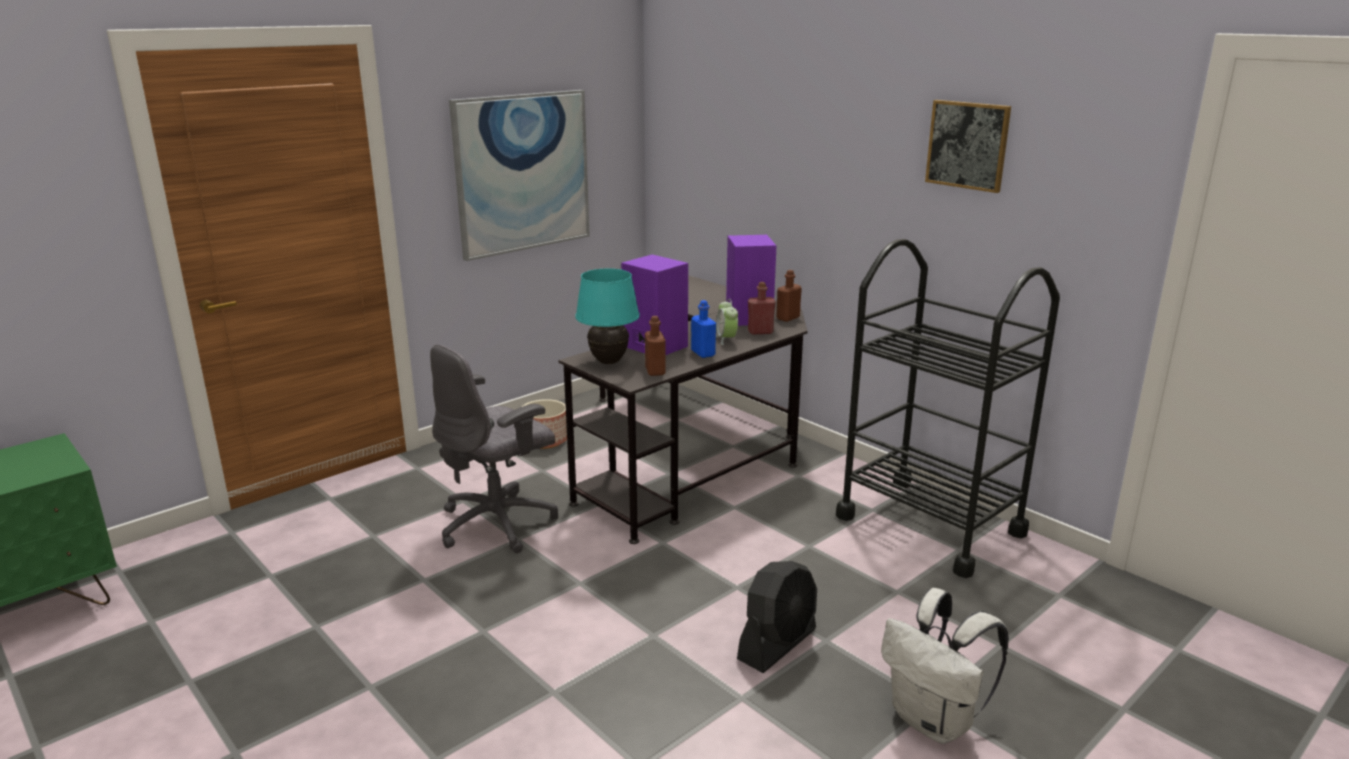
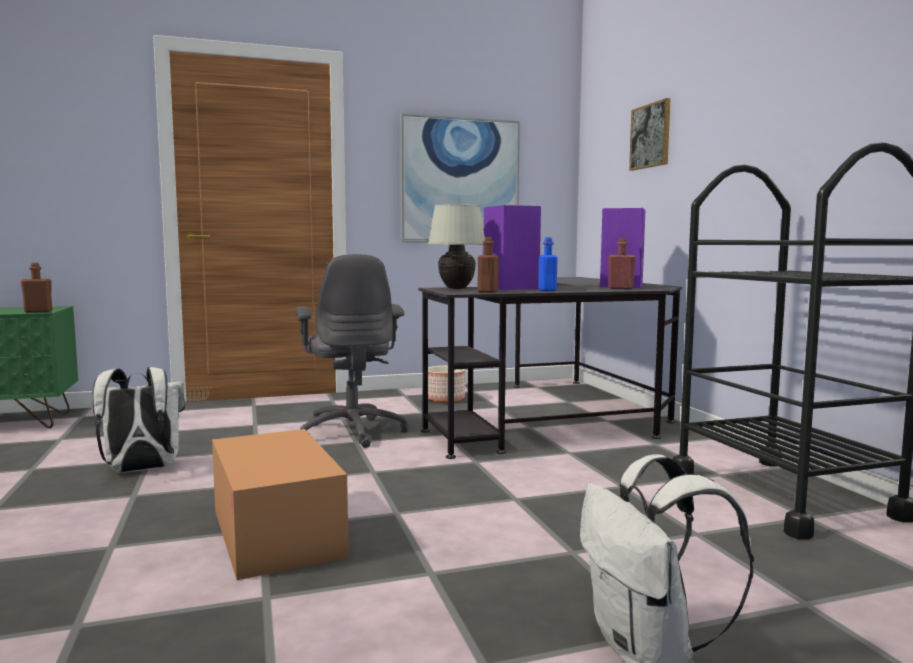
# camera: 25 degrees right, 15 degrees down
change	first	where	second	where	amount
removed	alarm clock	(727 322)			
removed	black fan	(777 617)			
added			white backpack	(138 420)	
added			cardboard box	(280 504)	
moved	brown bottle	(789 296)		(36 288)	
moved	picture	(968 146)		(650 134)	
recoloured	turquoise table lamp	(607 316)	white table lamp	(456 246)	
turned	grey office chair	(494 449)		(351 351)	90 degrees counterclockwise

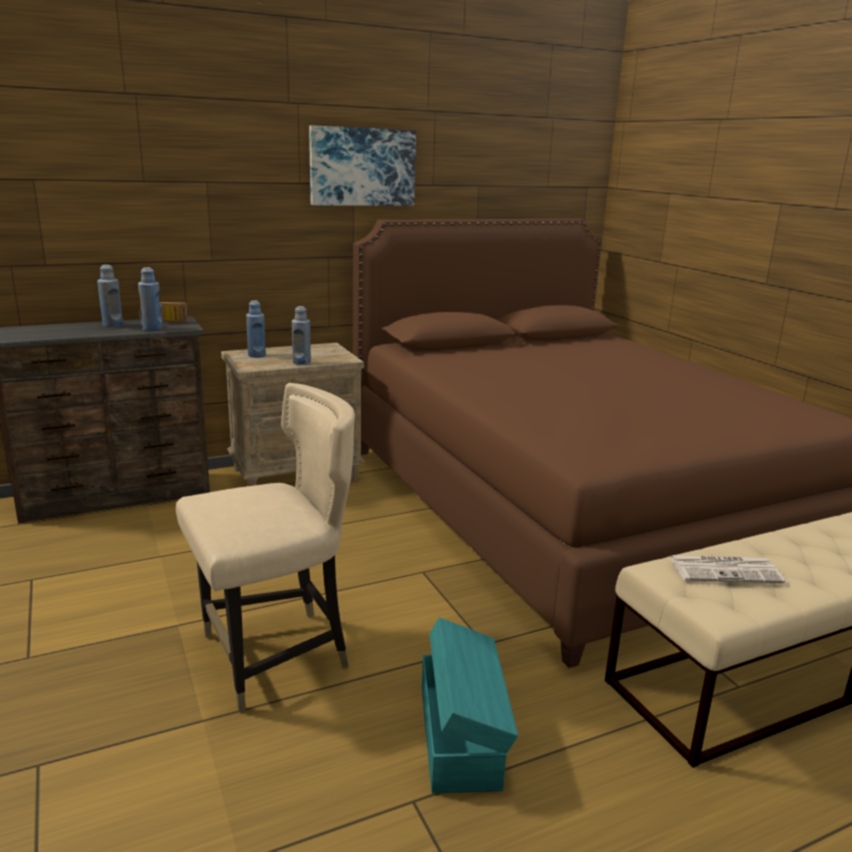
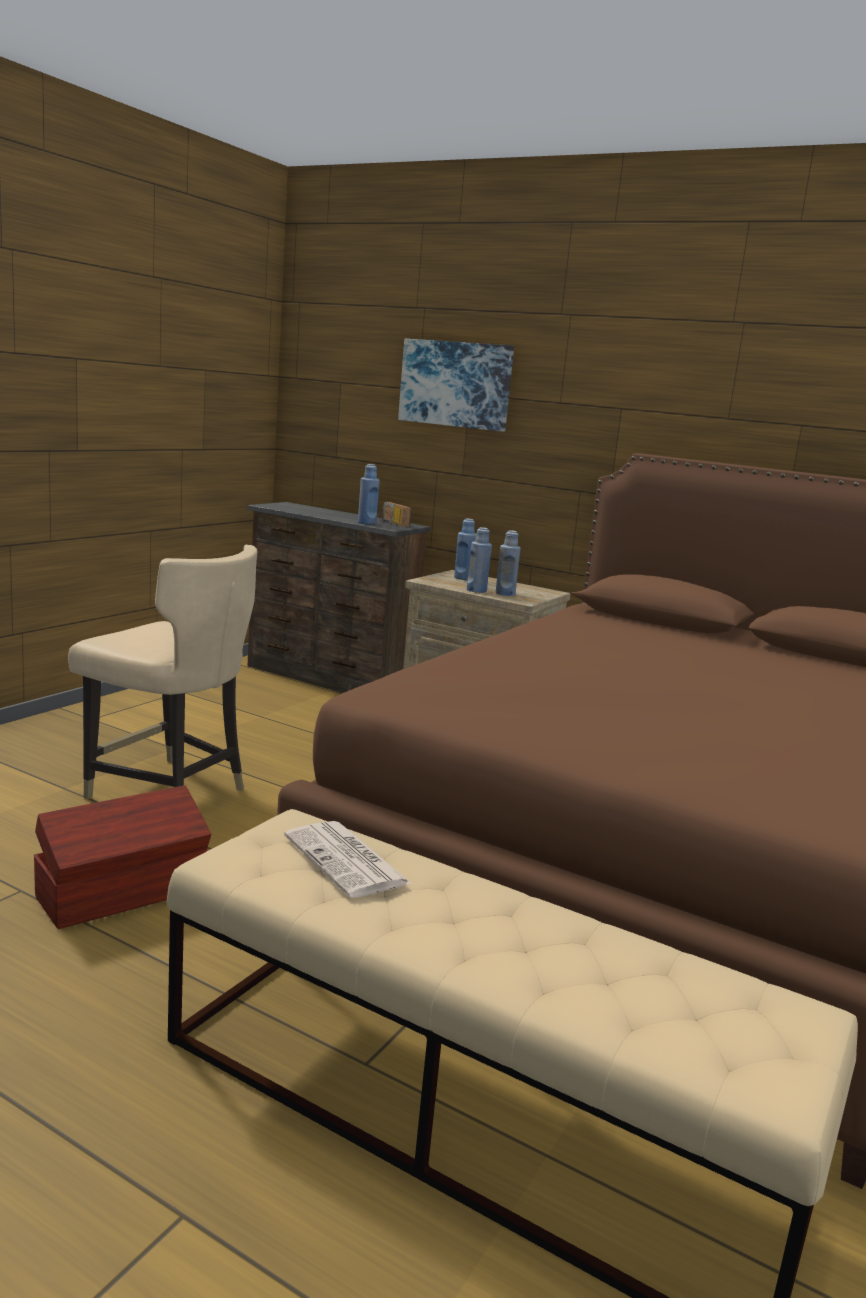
# camera: 55 degrees right, 5 degrees down
change	first	where	second	where	amount
moved	blue bottle	(110 296)		(508 563)	
moved	picture	(362 165)		(456 385)	
recoloured	turquoise storage box	(470 705)	brown storage box	(122 857)	

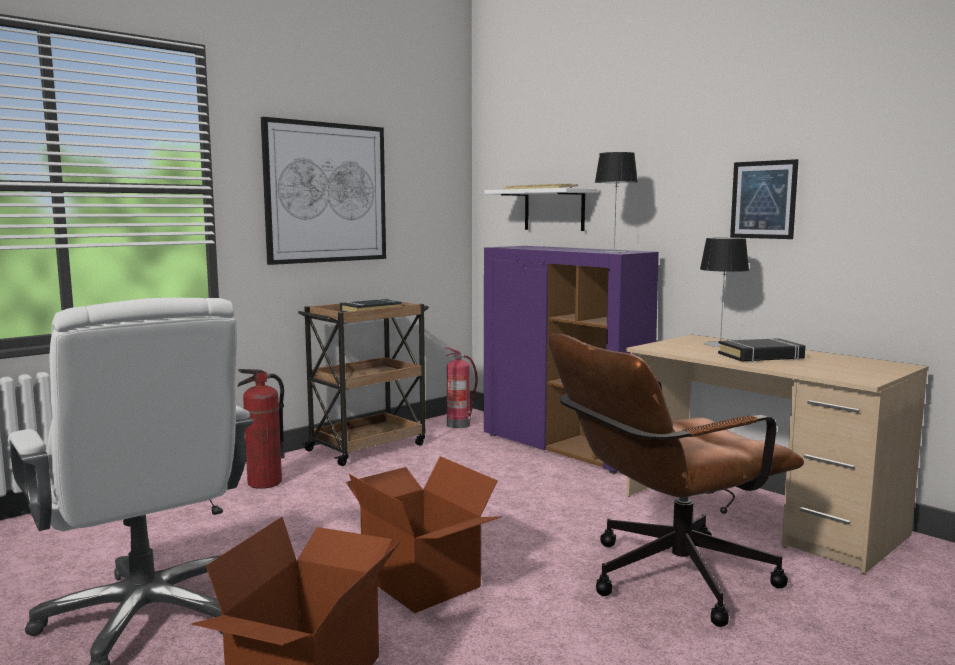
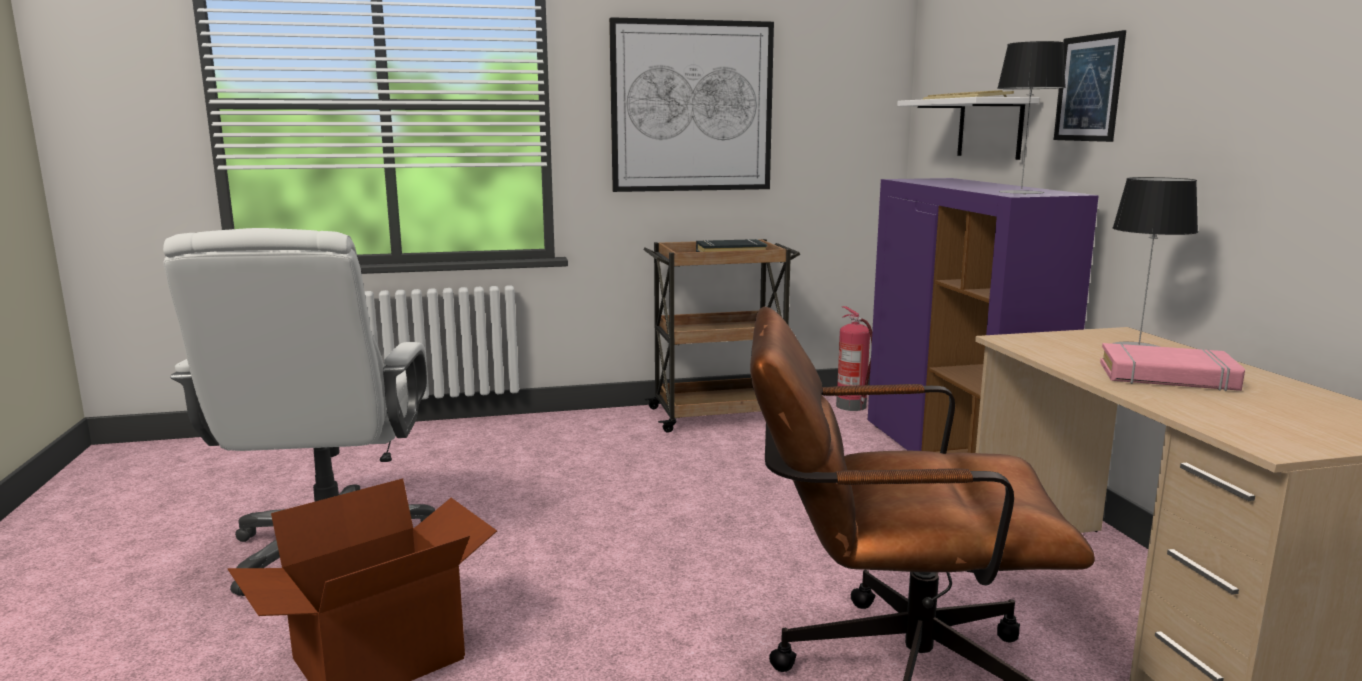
# camera: 30 degrees right, 5 degrees up
change	first	where	second	where	amount
removed	fire extinguisher	(261 429)			
removed	cardboard box	(424 534)			
moved	picture	(764 199)		(1090 86)	
recoloured	black book	(761 350)	pink book	(1172 367)	

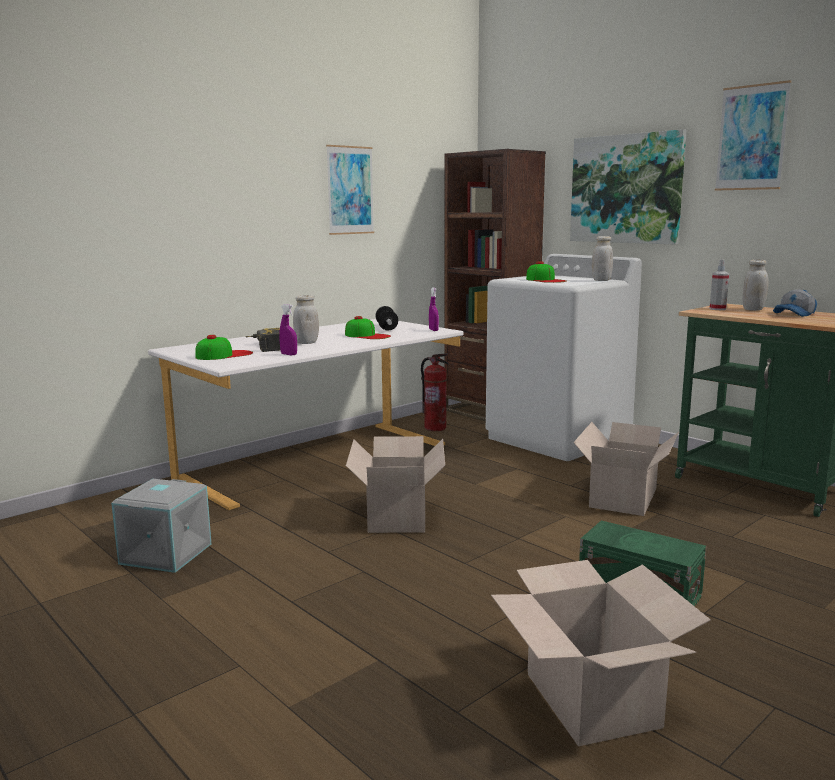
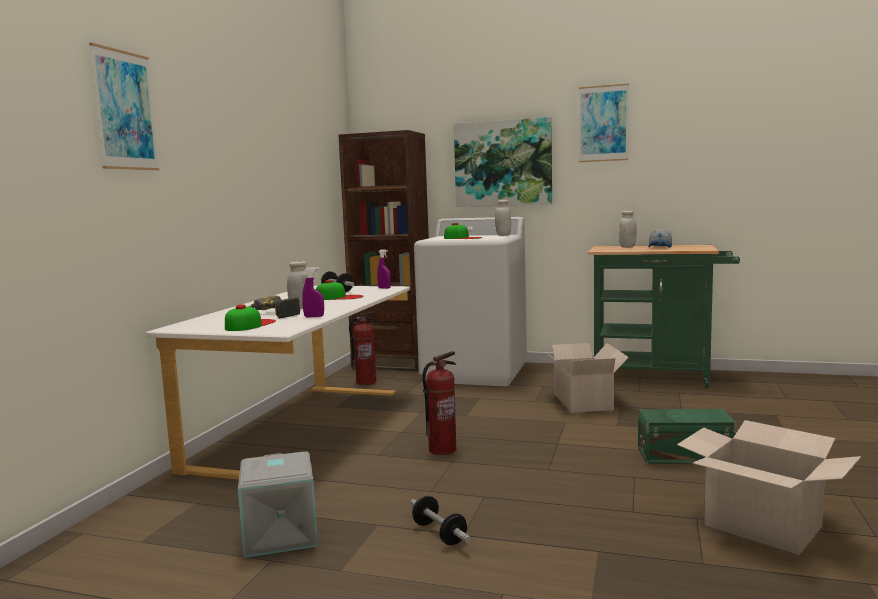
# camera: 30 degrees left, 5 degrees down
change	first	where	second	where	amount
removed	spray bottle	(719 284)			
added			dumbbell	(440 520)	
moved	picture	(350 190)		(124 106)	
replaced	cardboard box	(395 484)	fire extinguisher	(439 403)	

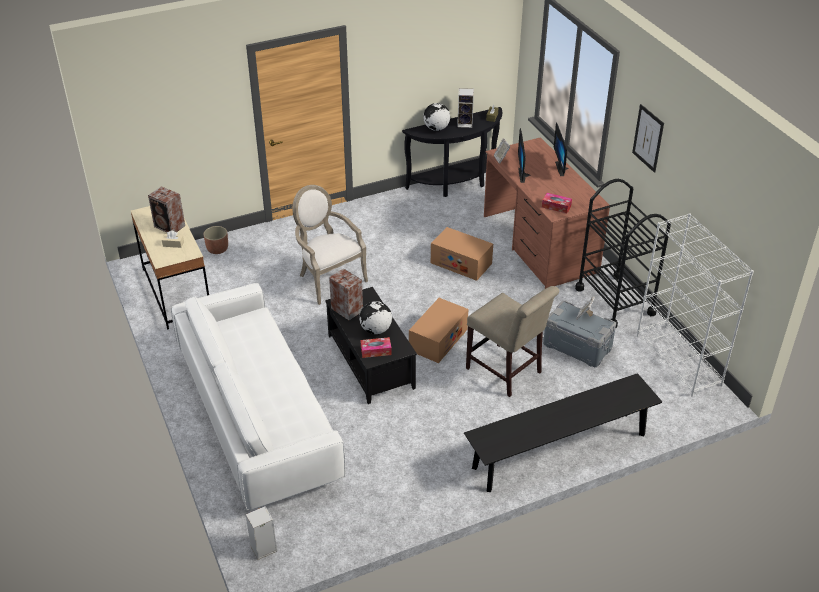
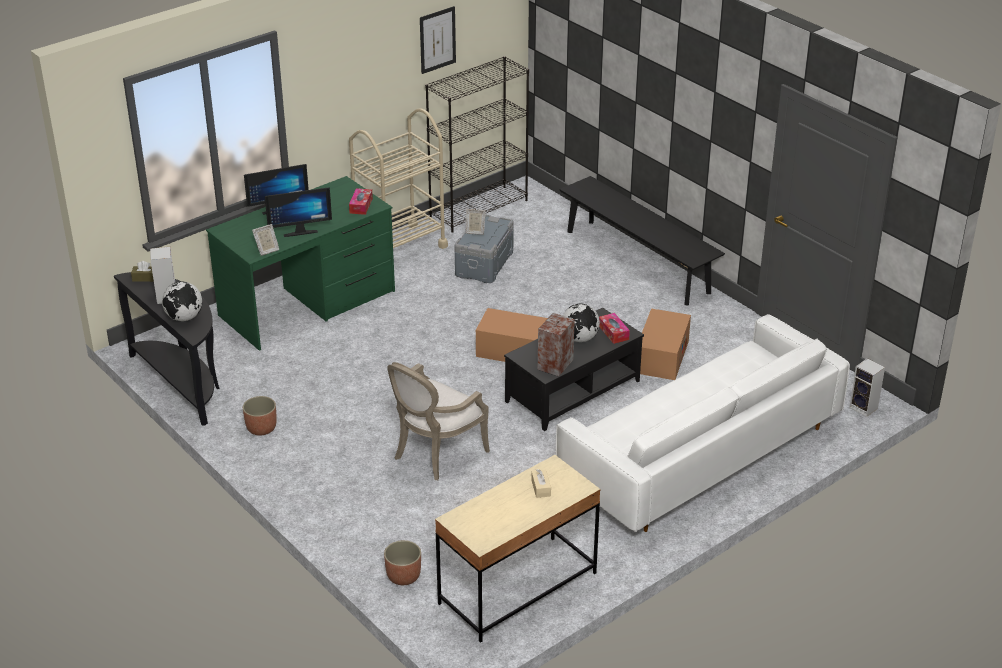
# camera: 105 degrees left, 5 degrees down
change	first	where	second	where	amount
removed	speaker	(166 209)			
removed	beige chair	(512 341)			
added			planter	(260 415)	
moved	cardboard box	(462 254)		(665 344)	
moved	picture	(648 138)		(438 40)	
recoloured	brown desk	(547 213)	green desk	(300 263)	
recoloured	black cart	(623 254)	beige cart	(398 178)	
recoloured	white bookcase	(695 305)	black bookcase	(477 144)	

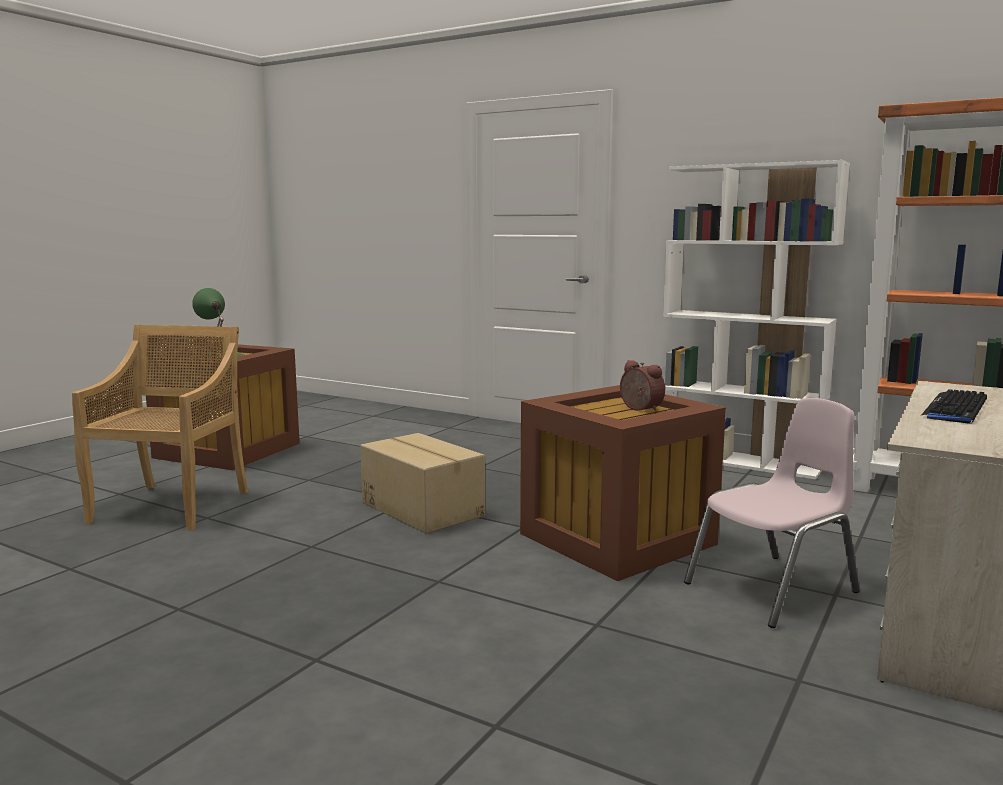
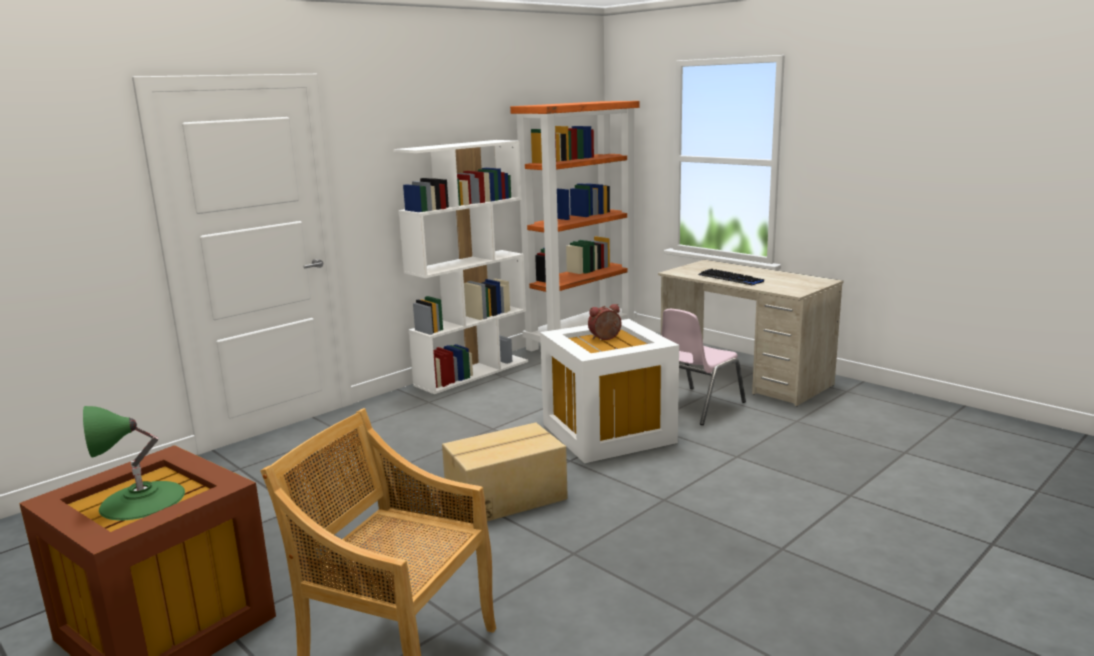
# camera: 75 degrees left, 5 degrees up
change	first	where	second	where	amount
recoloured	brown storage box	(623 483)	white storage box	(609 391)	
turned	pink chair	(772 513)		(703 367)	120 degrees counterclockwise

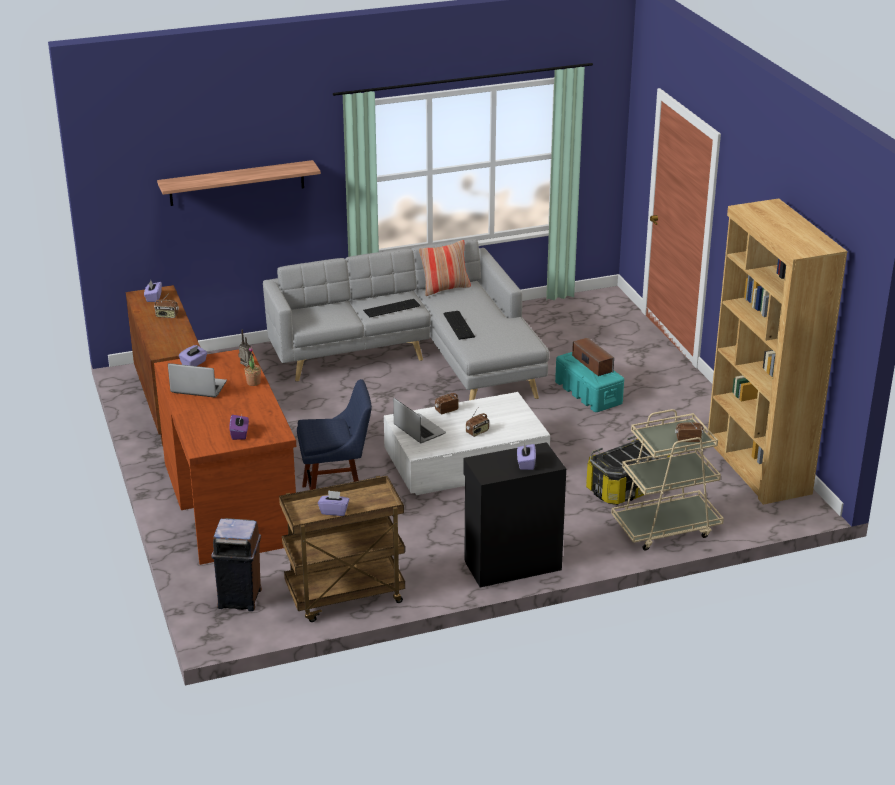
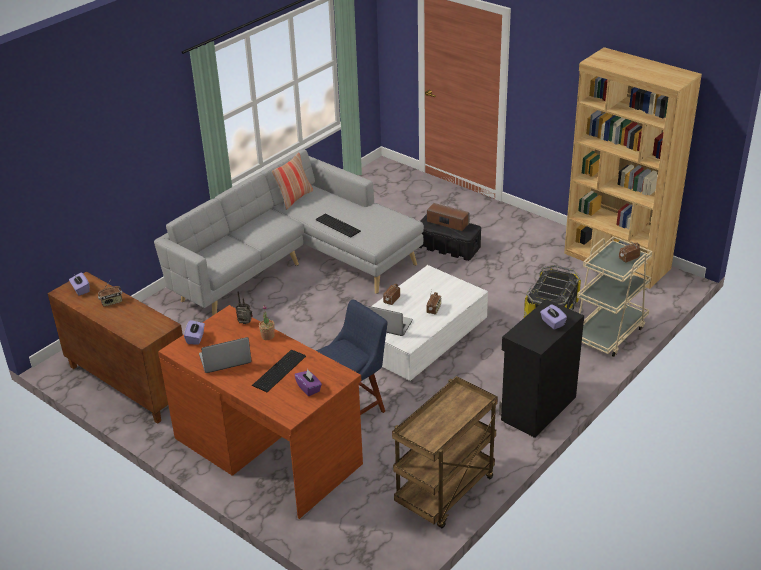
# camera: 30 degrees left, 5 degrees up
change	first	where	second	where	amount
removed	shelf	(239 183)			
removed	brown trash can	(236 564)			
removed	purple tissue box	(334 503)			
moved	keyboard	(391 308)		(279 371)	
recoloured	turquoise storage box	(589 382)	black storage box	(450 237)	

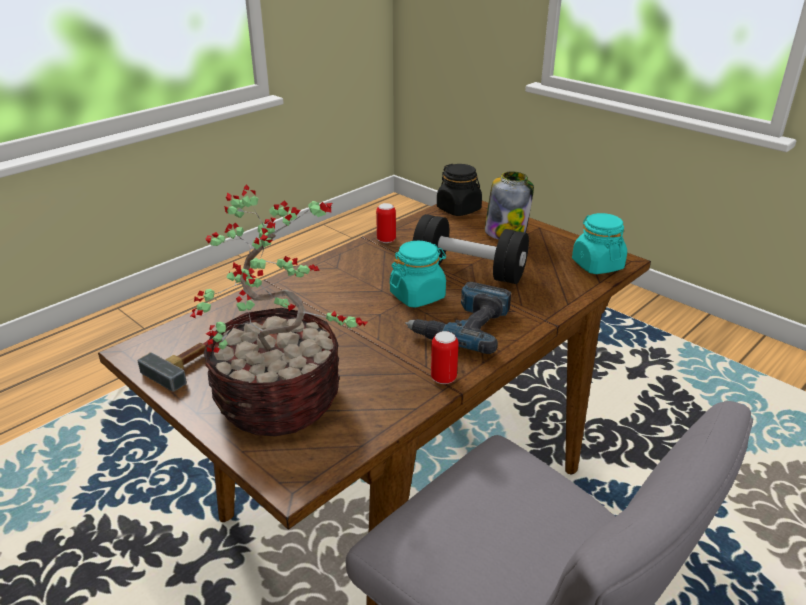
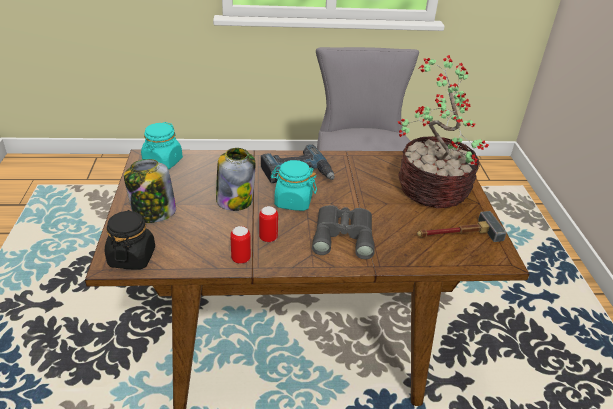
# camera: 140 degrees left, 5 degrees up
change	first	where	second	where	amount
added			grey binoculars	(343 232)	
moved	can	(445 357)		(268 224)	
replaced	black dumbbell	(471 249)	jar	(235 179)	

